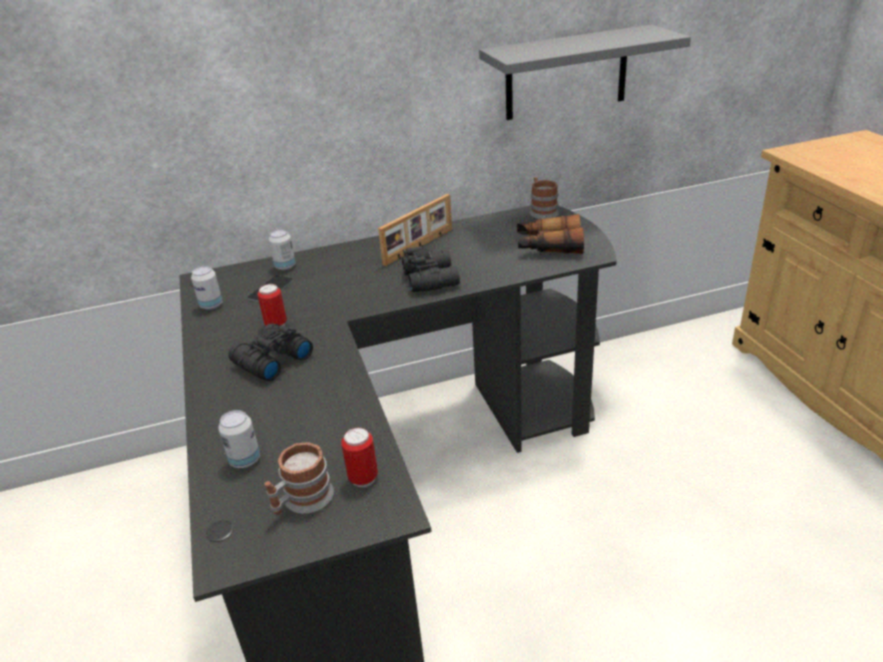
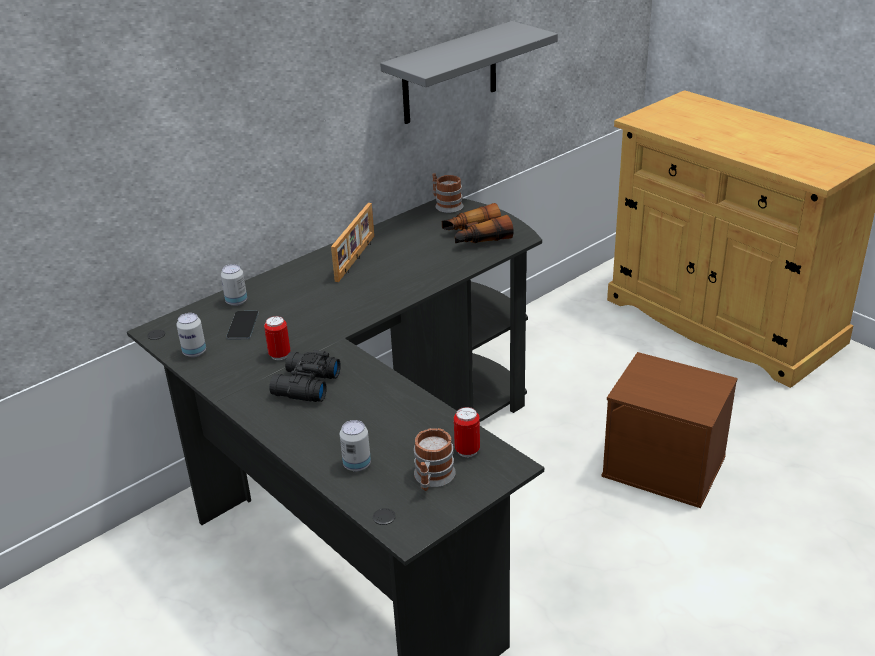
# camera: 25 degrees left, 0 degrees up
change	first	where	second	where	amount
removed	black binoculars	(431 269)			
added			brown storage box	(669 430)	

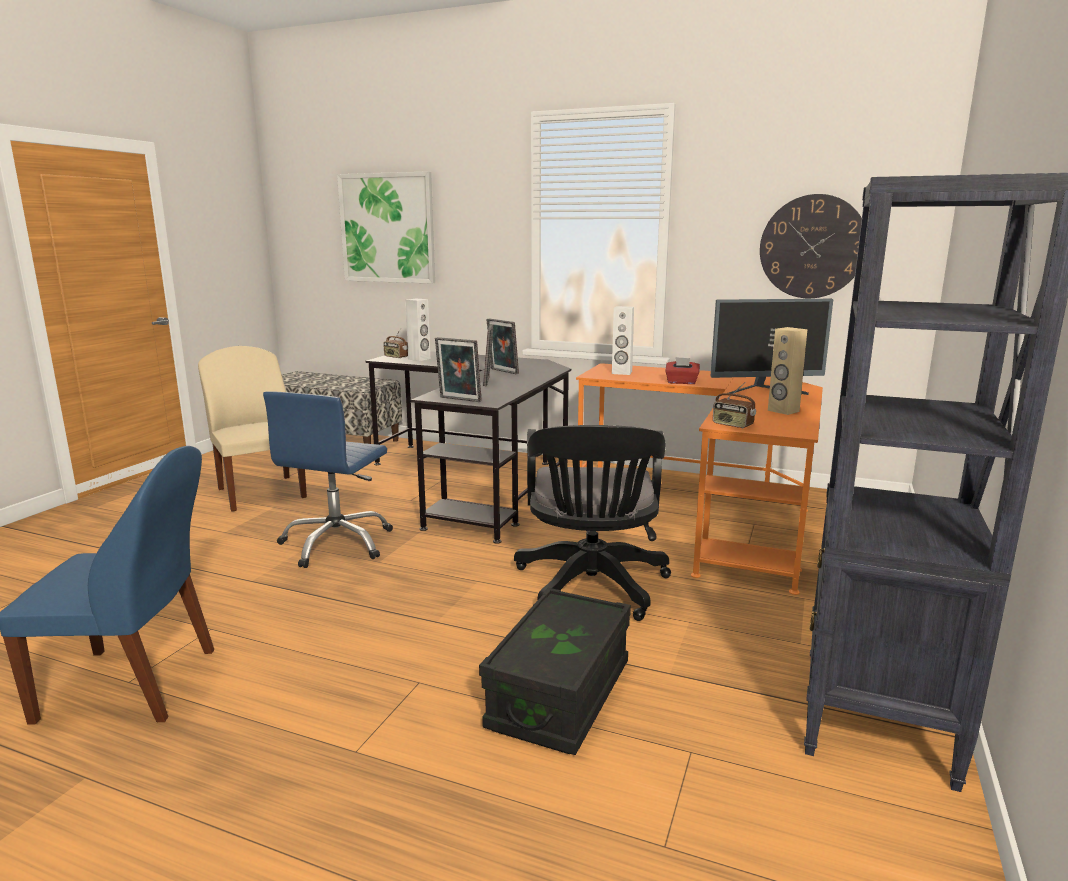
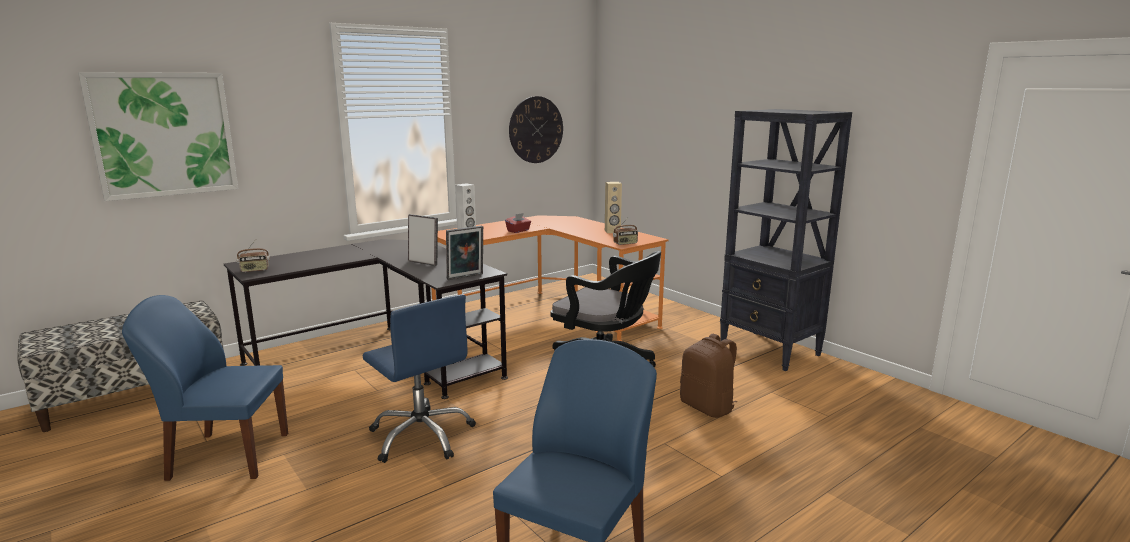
# camera: 60 degrees left, 0 degrees up
change	first	where	second	where	amount
removed	white speaker	(417 330)			
removed	picture frame	(502 346)			
removed	monitor	(771 347)			
replaced	black storage box	(555 671)	brown backpack	(708 376)	
recoloured	beige chair	(252 429)	blue chair	(205 388)	

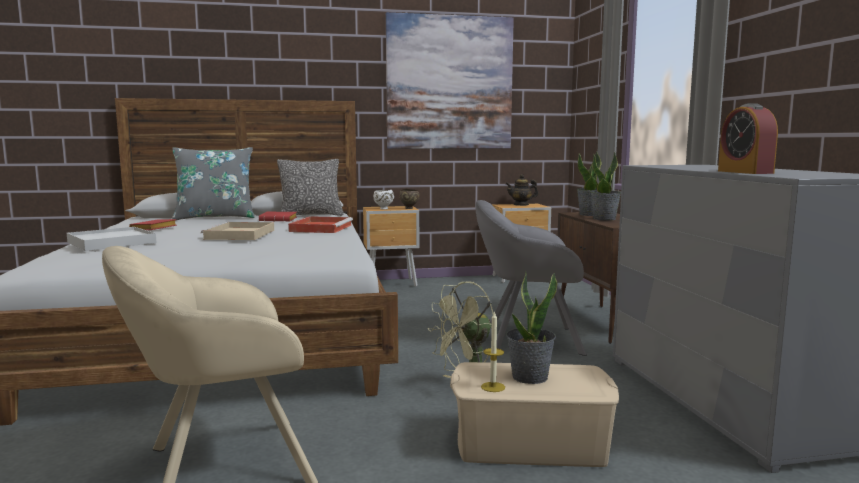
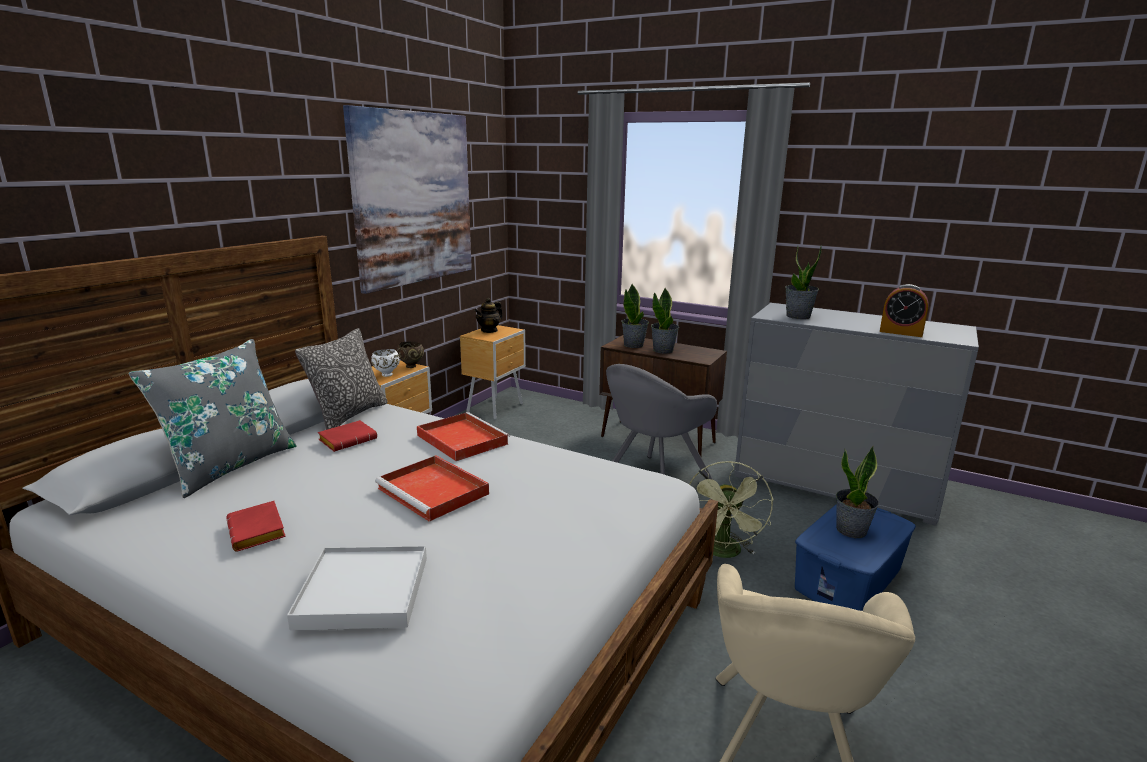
# camera: 50 degrees left, 10 degrees up
change	first	where	second	where	amount
removed	candle	(493 351)			
added			potted plant	(803 282)	
recoloured	beige tray	(237 231)	red tray	(432 488)	
recoloured	beige storage box	(534 414)	blue storage box	(855 558)	

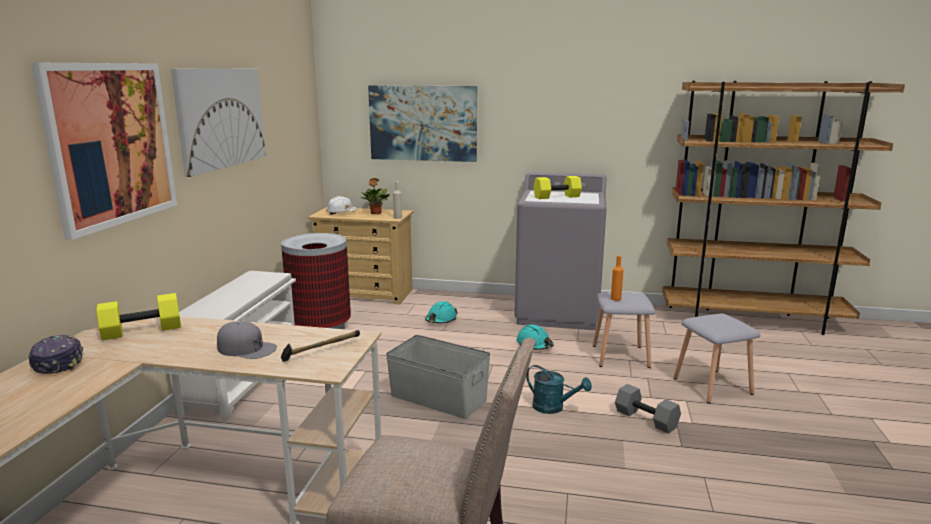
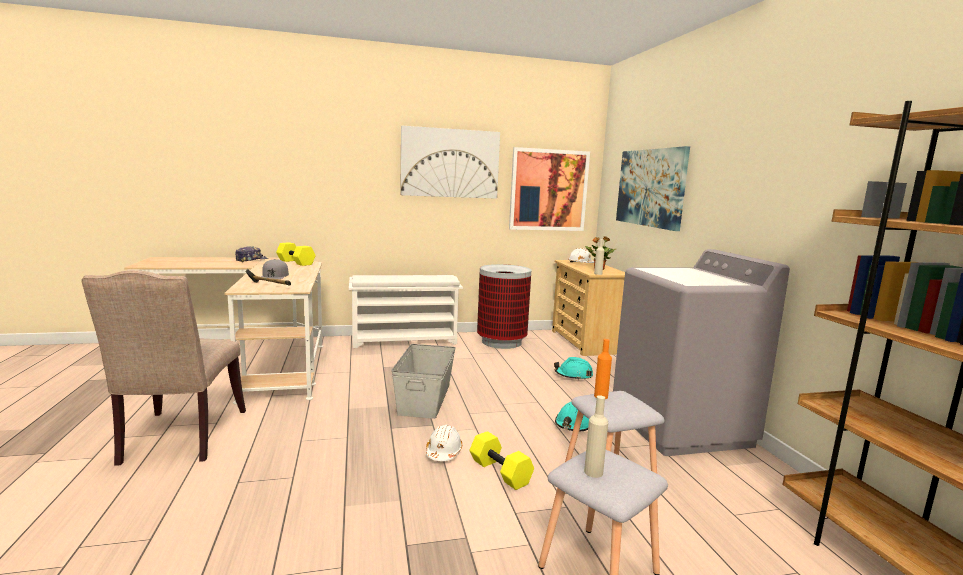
# camera: 65 degrees right, 5 degrees down
change	first	where	second	where	amount
removed	grey dumbbell	(648 409)			
added			beige bottle	(596 436)	
moved	picture	(104 151)		(549 189)	
moved	yellow dumbbell	(557 187)		(502 460)	
replaced	turquoise watering can	(559 389)	white hard hat	(444 442)	

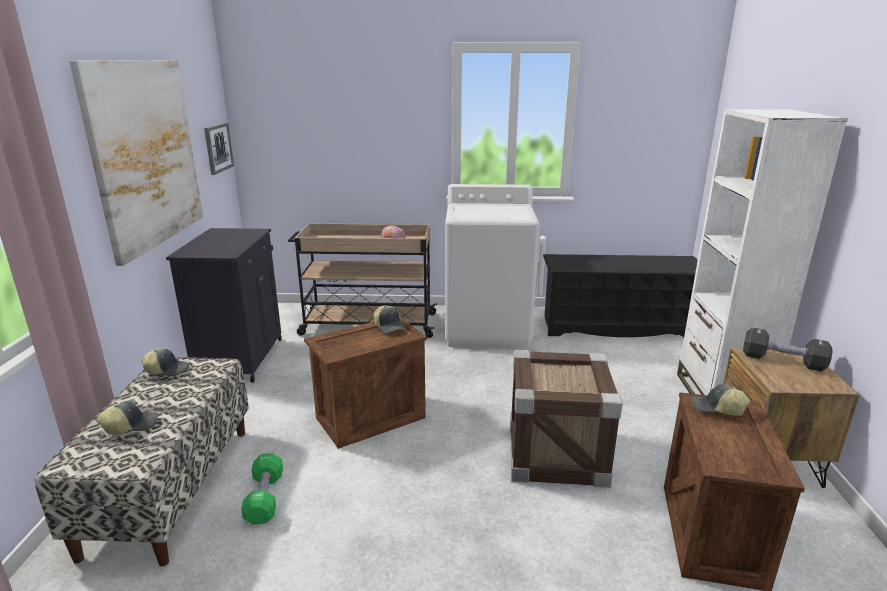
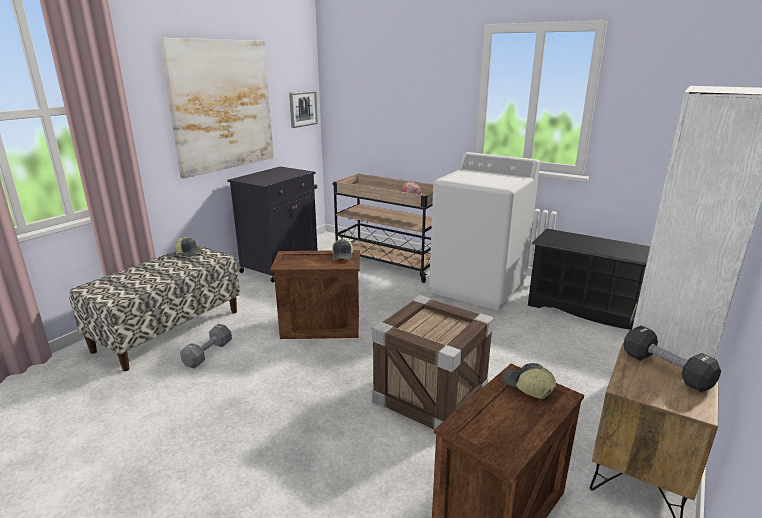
# camera: 30 degrees right, 0 degrees up
change	first	where	second	where	amount
removed	cap	(127 417)			
recoloured	green dumbbell	(262 489)	grey dumbbell	(206 346)	

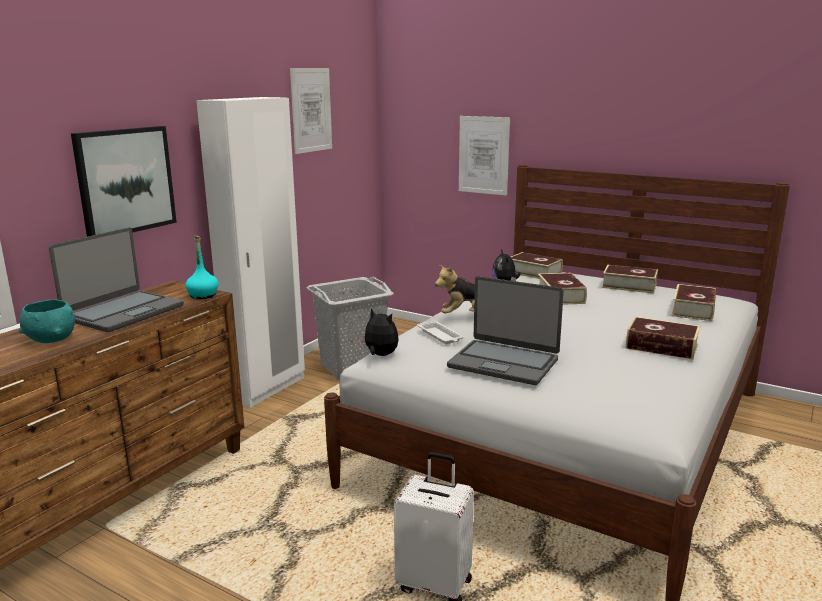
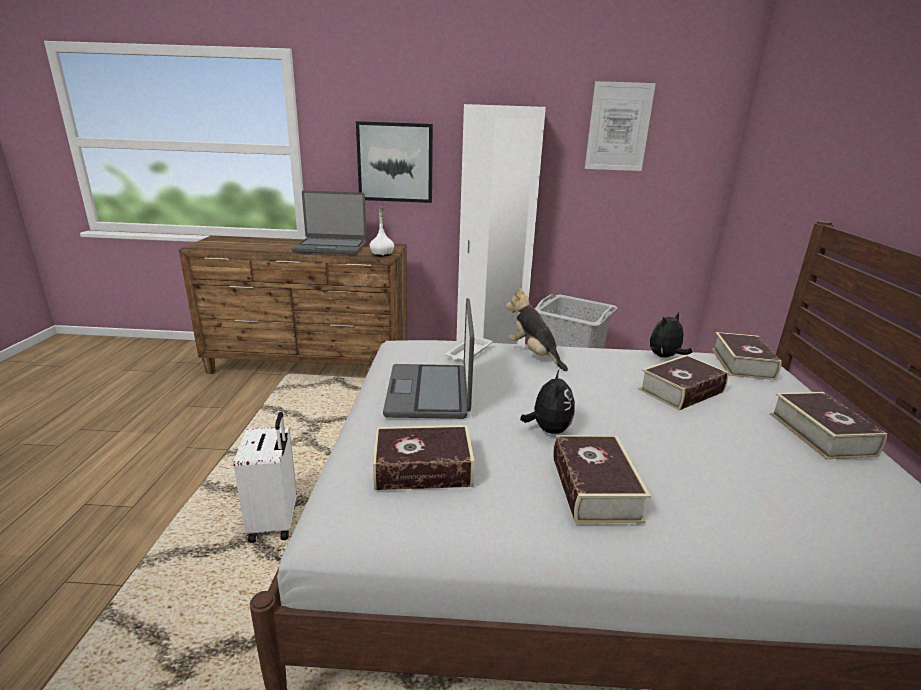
# camera: 60 degrees right, 5 degrees up
change	first	where	second	where	amount
removed	turquoise bowl	(47 321)			
removed	picture	(484 155)			
moved	plush toy	(378 332)		(547 401)	
moved	book	(694 302)		(423 457)	
recoloured	turquoise bottle	(202 267)	white bottle	(382 231)	

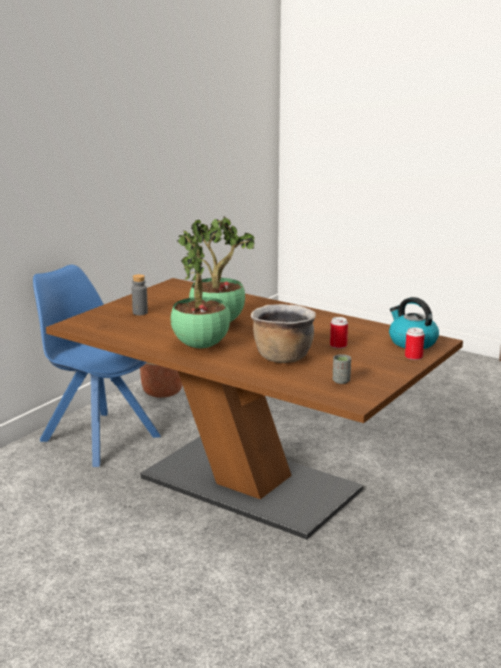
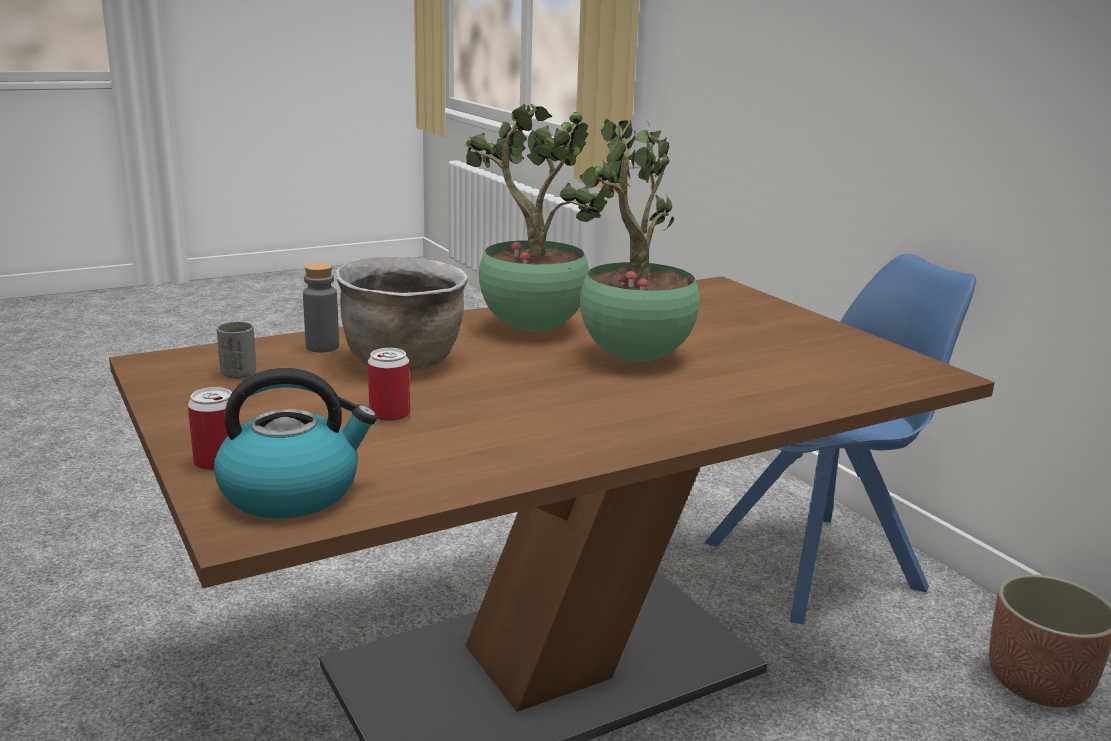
# camera: 115 degrees right, 0 degrees up
change	first	where	second	where	amount
moved	grey bottle	(140 294)		(321 308)	

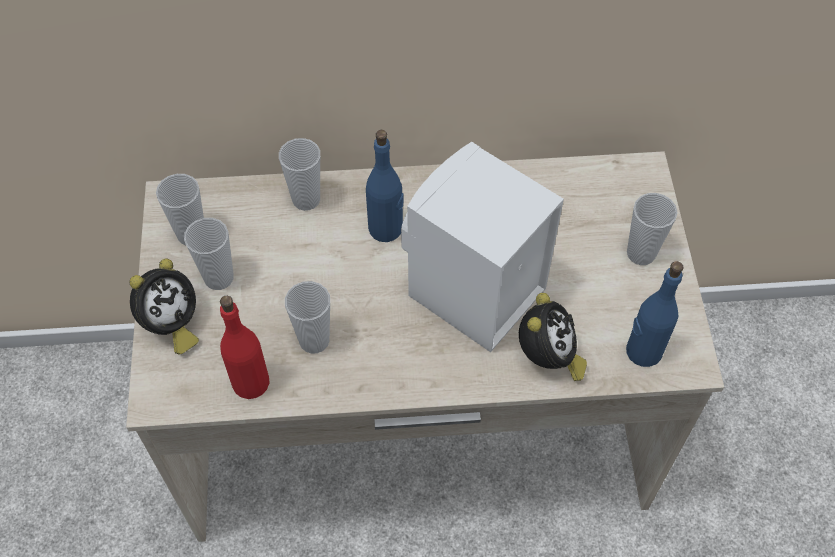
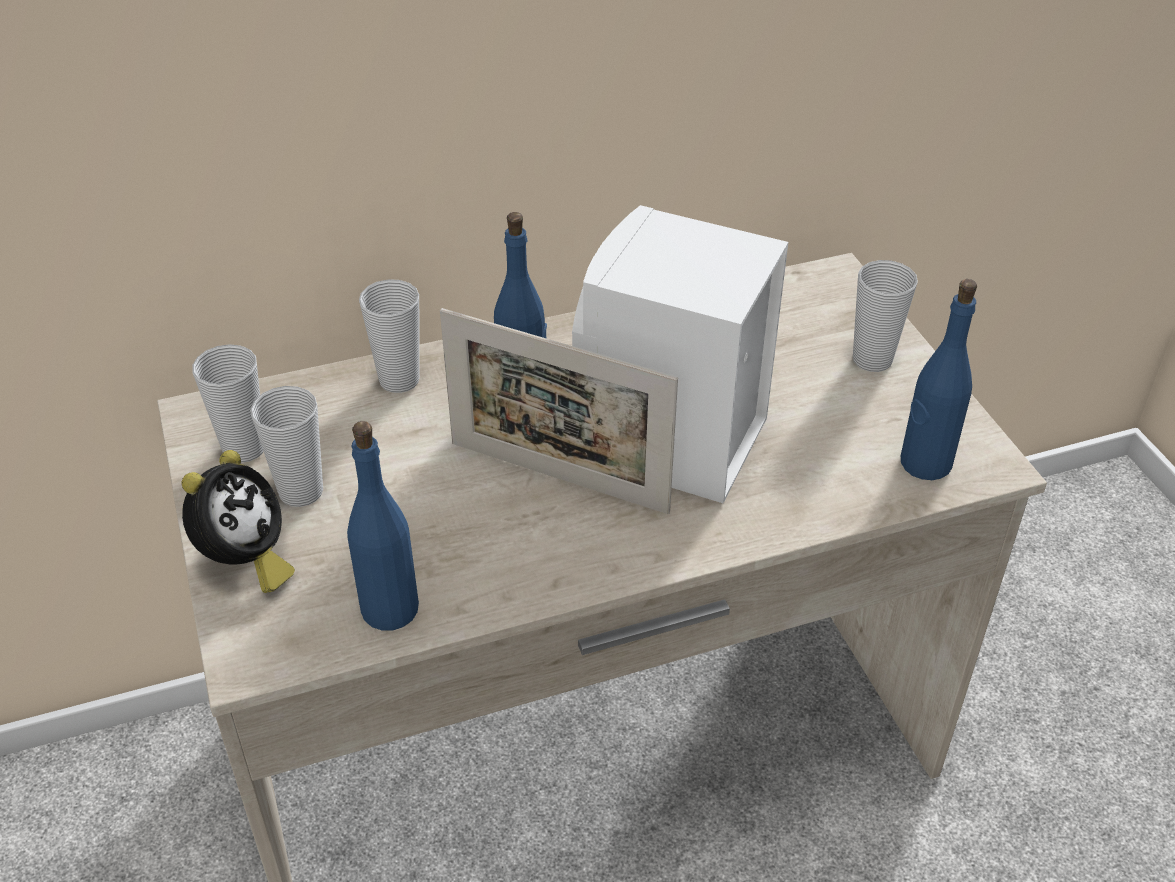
# camera: 15 degrees left, 15 degrees down
change	first	where	second	where	amount
removed	cup	(307 317)			
removed	alarm clock	(553 337)			
added			picture frame	(559 411)	
recoloured	red bottle	(245 347)	blue bottle	(383 525)	

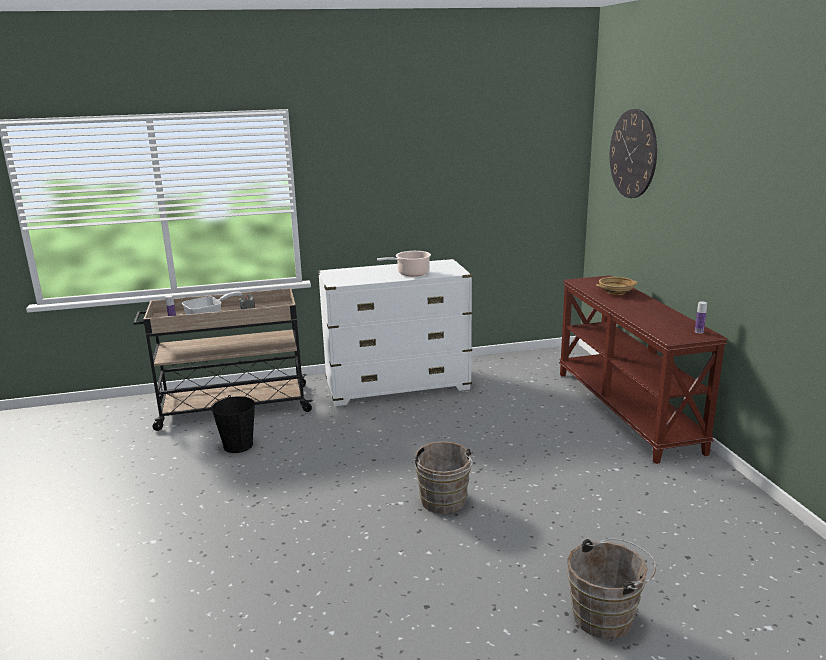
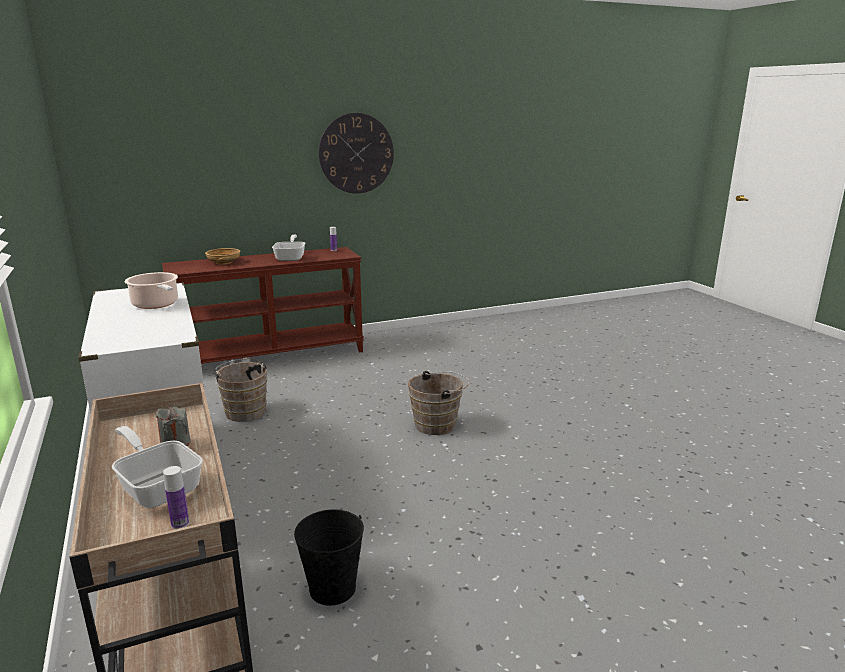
# camera: 100 degrees left, 0 degrees up
change	first	where	second	where	amount
added			frying pan	(288 248)	
moved	brown bucket	(611 588)		(241 390)	
moved	wall clock	(633 153)		(356 153)	

